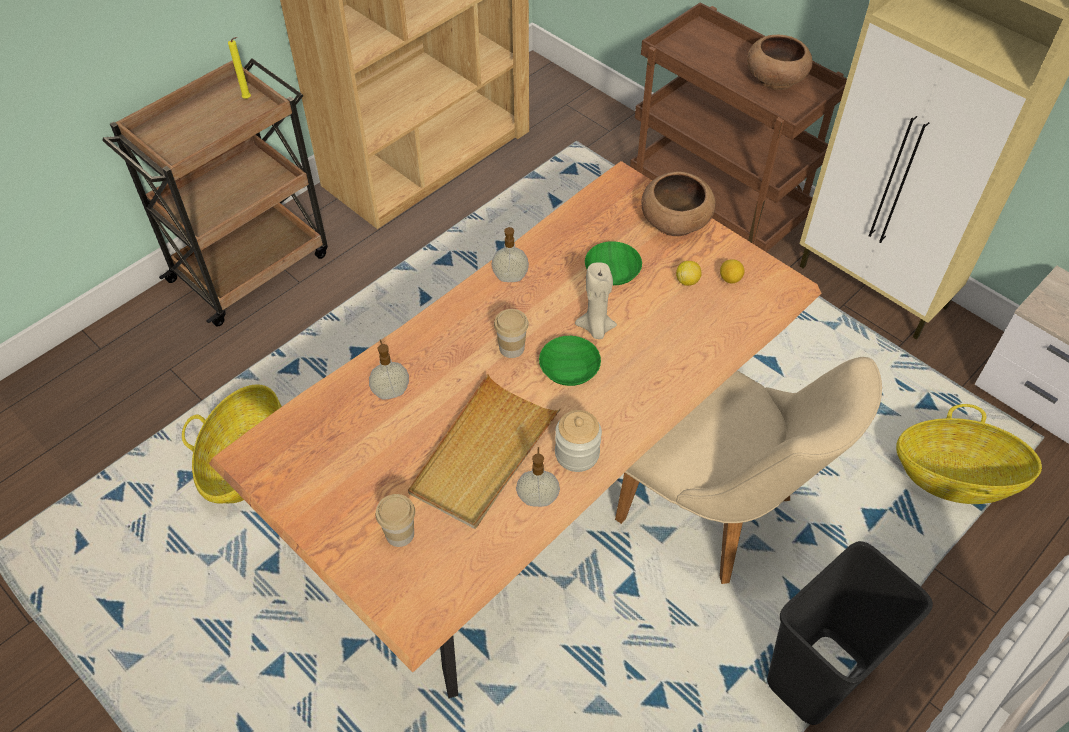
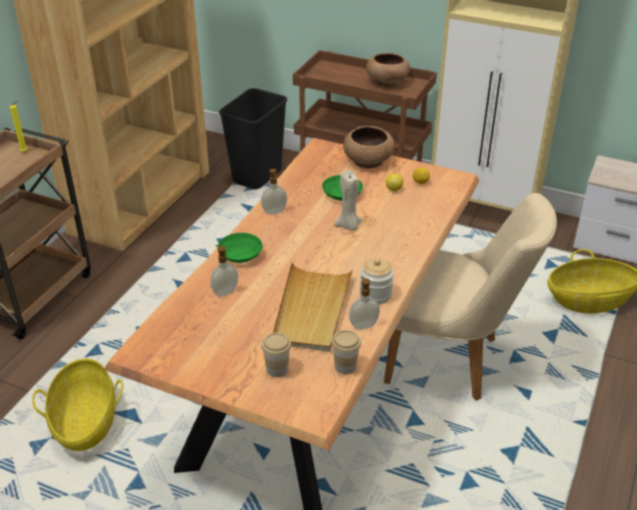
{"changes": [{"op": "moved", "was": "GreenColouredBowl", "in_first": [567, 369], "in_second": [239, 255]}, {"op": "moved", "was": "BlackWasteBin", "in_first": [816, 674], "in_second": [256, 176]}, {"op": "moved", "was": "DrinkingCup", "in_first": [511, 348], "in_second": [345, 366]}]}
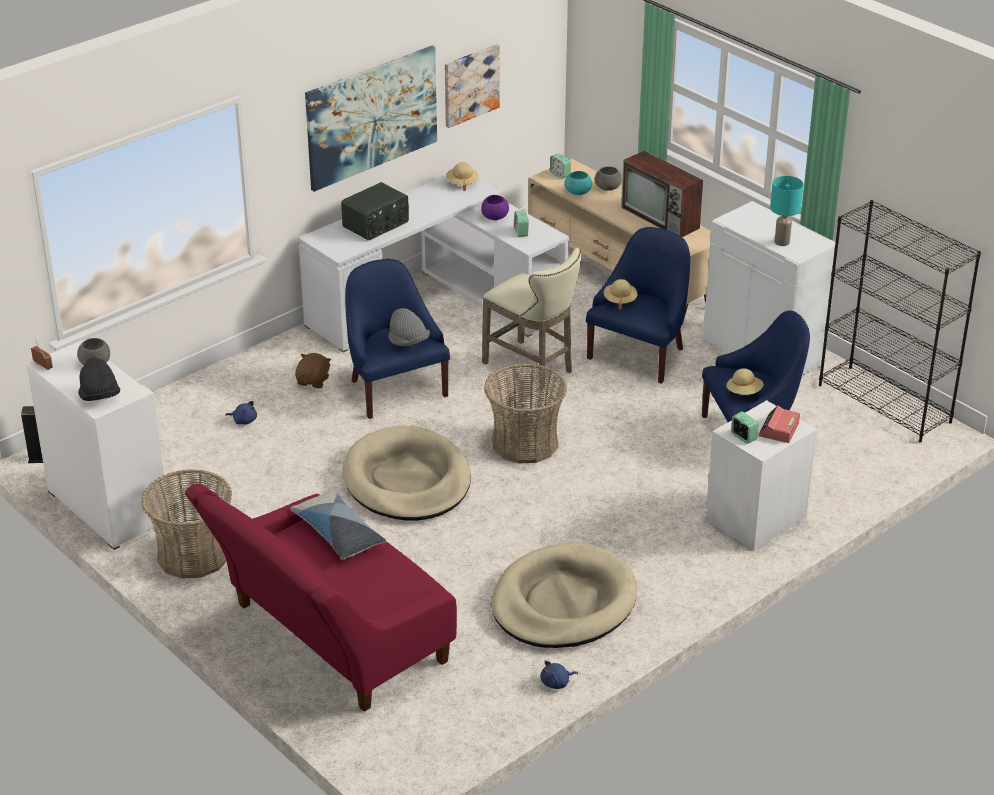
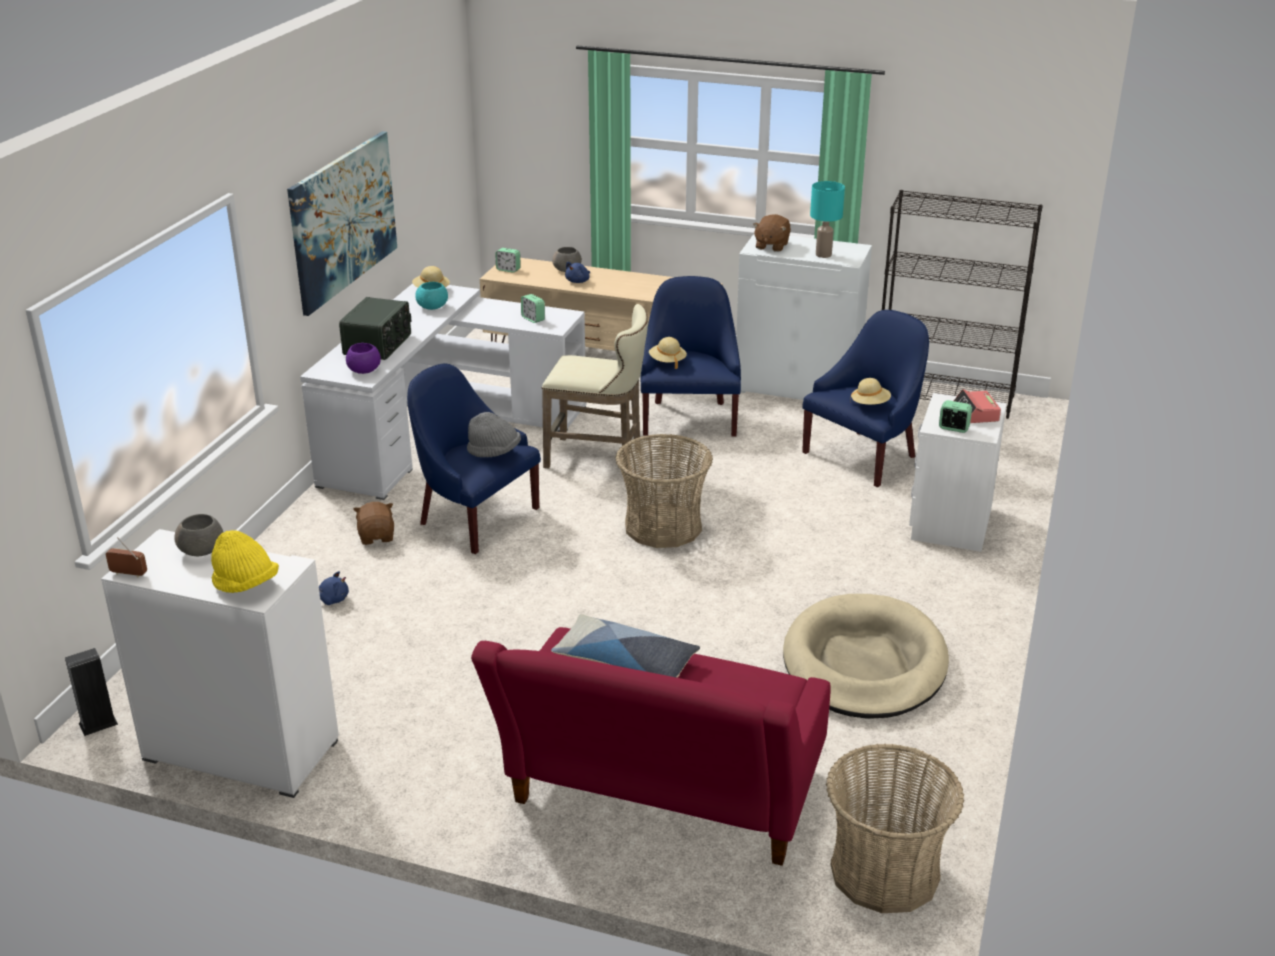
{"changes": [{"op": "recoloured", "was": "BlackHat", "now": "YellowishHat", "in_first": [99, 396], "in_second": [245, 585]}, {"op": "moved", "was": "PurpleBowl", "in_first": [494, 217], "in_second": [364, 370]}, {"op": "moved", "was": "TurquoiseColouredBowl", "in_first": [578, 192], "in_second": [433, 307]}, {"op": "moved", "was": "BlueColouredCuddlyToy", "in_first": [556, 683], "in_second": [578, 281]}, {"op": "added", "now": "BrownishCuddlyToy", "in_second": [771, 246]}, {"op": "moved", "was": "Basket", "in_first": [193, 555], "in_second": [885, 872]}, {"op": "removed", "was": "BeigeColouredDogBed", "in_first": [407, 480]}, {"op": "removed", "was": "WallPicture", "in_first": [470, 85]}, {"op": "removed", "was": "Television", "in_first": [661, 218]}]}
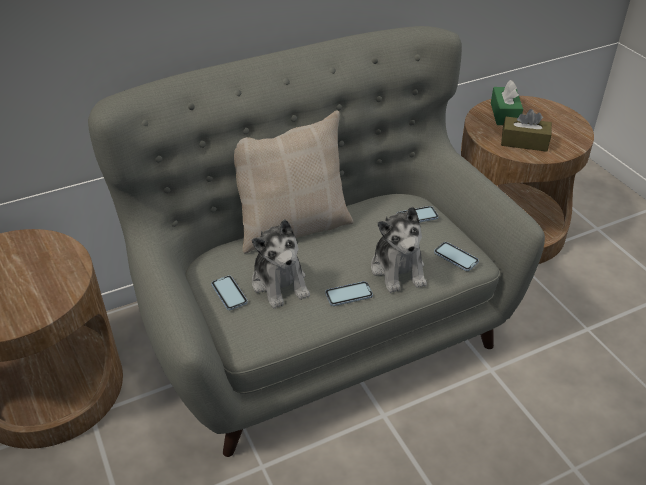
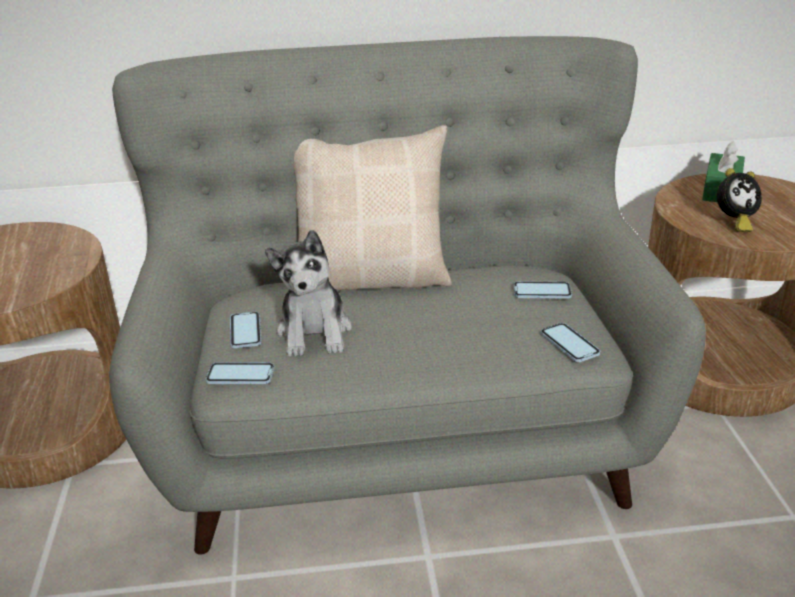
{"changes": [{"op": "moved", "was": "Handset", "in_first": [349, 295], "in_second": [240, 375]}, {"op": "replaced", "was": "BrownishTissueHolder", "now": "BedsideClock", "in_first": [524, 142], "in_second": [733, 223]}, {"op": "removed", "was": "CuddlyToy", "in_first": [398, 269]}]}
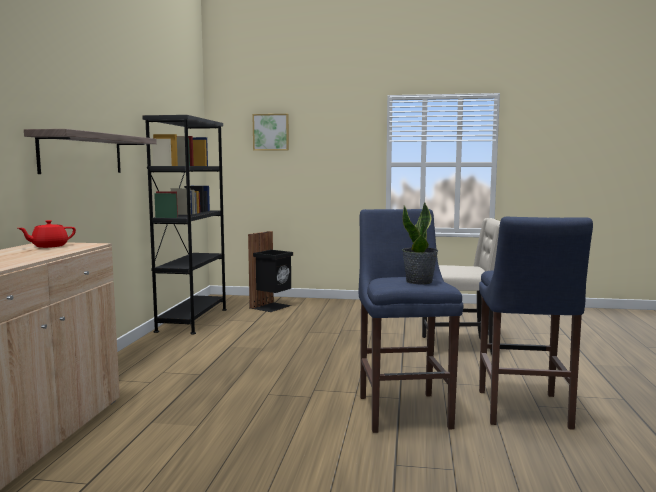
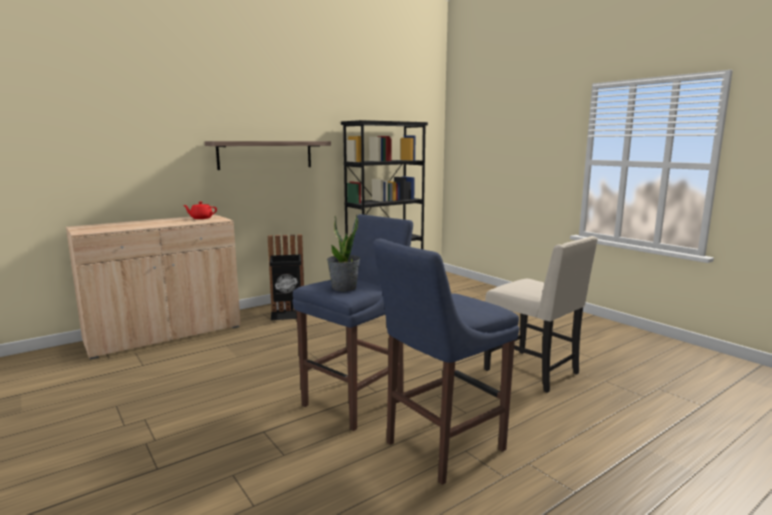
{"changes": [{"op": "moved", "was": "BlackWasteBin", "in_first": [272, 307], "in_second": [288, 315]}, {"op": "removed", "was": "WallPicture", "in_first": [271, 132]}]}
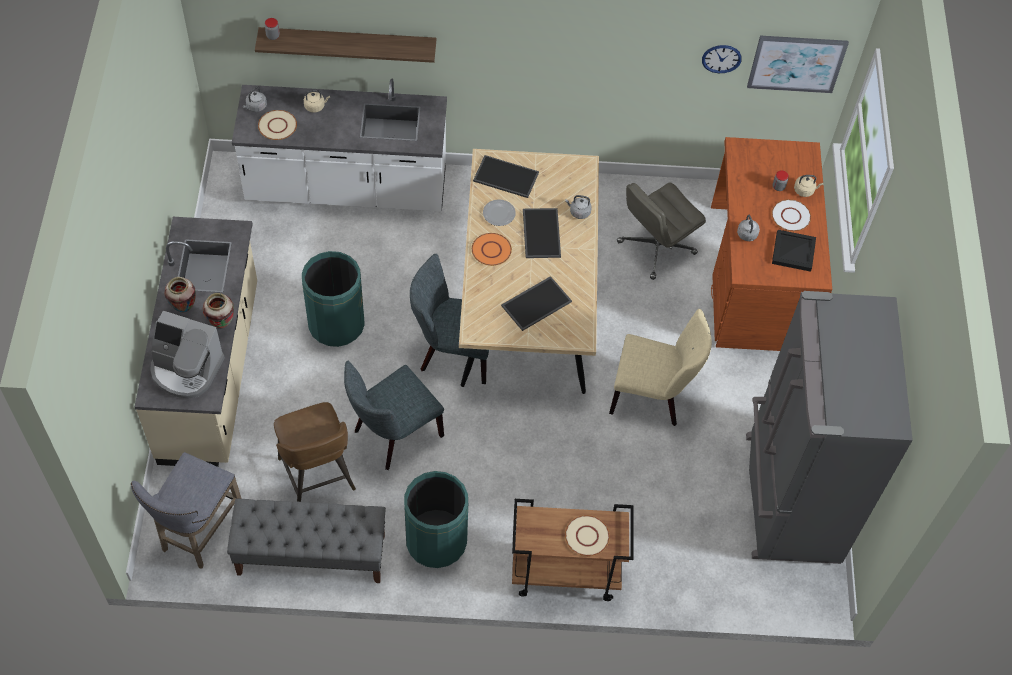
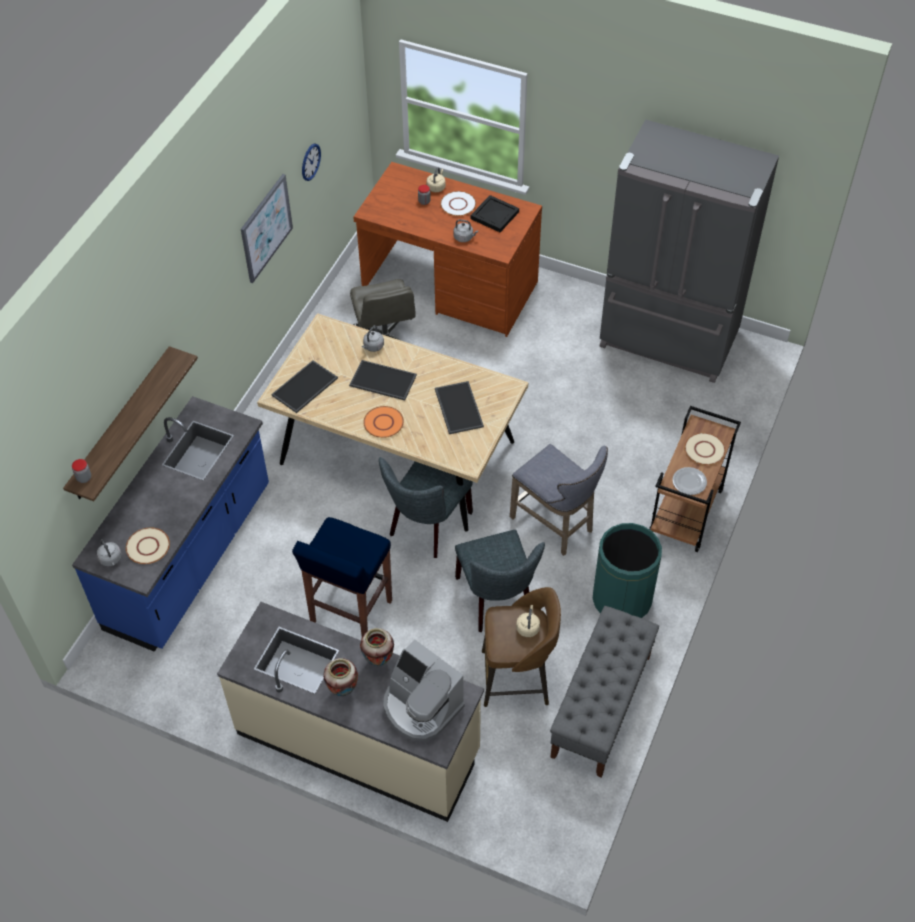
{"changes": [{"op": "recoloured", "was": "WhiteKitchenBaseUnit", "now": "BlueColouredKitchenBaseUnit", "in_first": [346, 189], "in_second": [190, 558]}, {"op": "moved", "was": "WallPicture", "in_first": [796, 63], "in_second": [266, 228]}, {"op": "replaced", "was": "GreenColouredWasteBin", "now": "BlueColouredStoolSeat", "in_first": [336, 324], "in_second": [350, 613]}, {"op": "turned", "was": "CoffeeMaker", "in_first": [186, 369], "in_second": [421, 706], "clockwise": 90}, {"op": "moved", "was": "GrayStoolSeat", "in_first": [198, 532], "in_second": [556, 525]}, {"op": "moved", "was": "BeigeColouredKettle", "in_first": [315, 106], "in_second": [528, 627]}, {"op": "moved", "was": "DinnerPlate", "in_first": [499, 213], "in_second": [688, 482]}, {"op": "removed", "was": "BeigeColouredPlainChair", "in_first": [653, 396]}]}
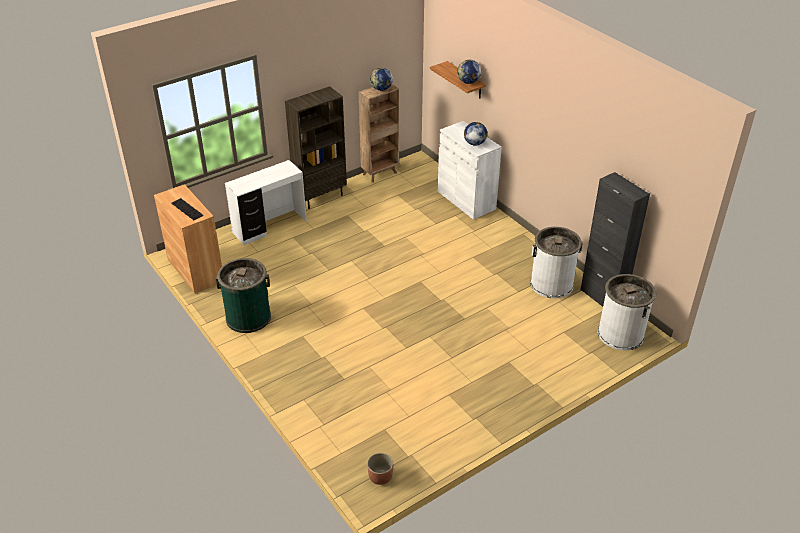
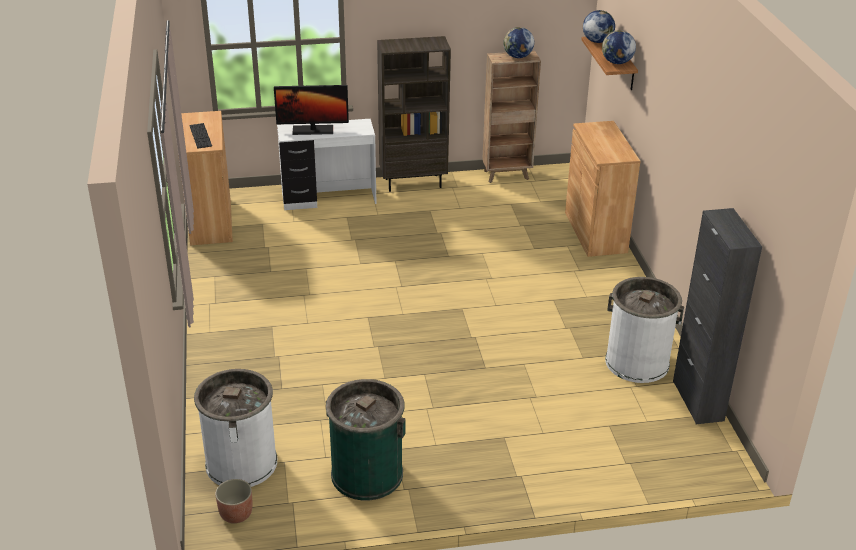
{"changes": [{"op": "moved", "was": "WhiteWasteBin", "in_first": [620, 334], "in_second": [241, 463]}, {"op": "added", "now": "Monitor", "in_second": [313, 130]}, {"op": "moved", "was": "GreenColouredWasteBin", "in_first": [248, 317], "in_second": [367, 473]}, {"op": "recoloured", "was": "WhiteStorageCabinet", "now": "BrownishStorageCabinet", "in_first": [466, 200], "in_second": [595, 232]}, {"op": "moved", "was": "DeskGlobe", "in_first": [474, 143], "in_second": [597, 41]}]}
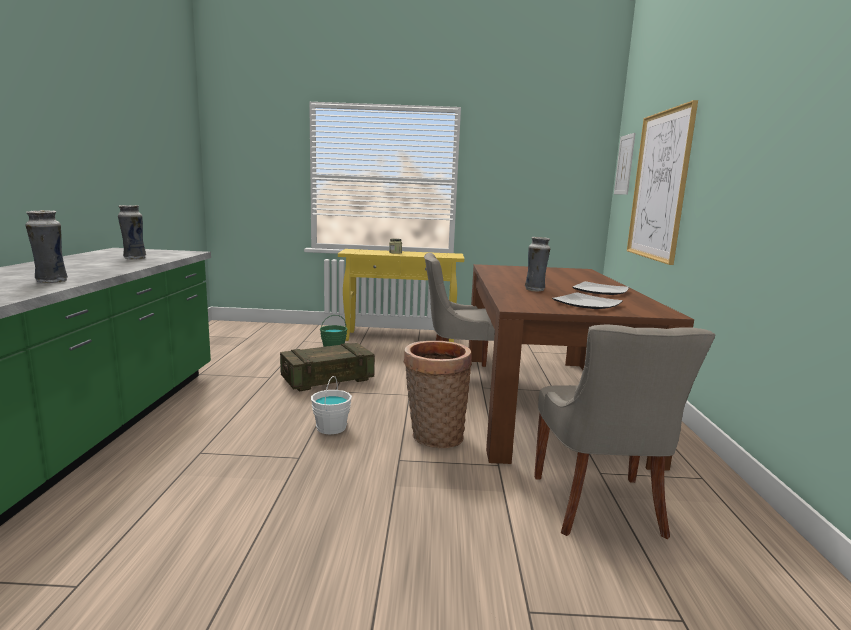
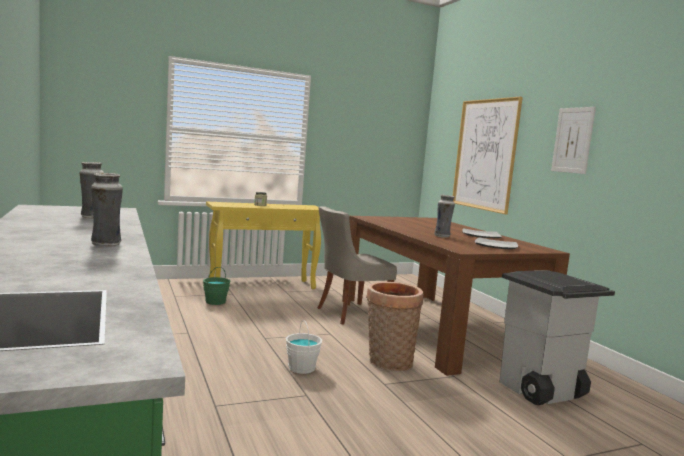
{"changes": [{"op": "replaced", "was": "GrayPlainChair", "now": "GrayWasteBin", "in_first": [599, 507], "in_second": [540, 391]}, {"op": "moved", "was": "WallPicture", "in_first": [624, 165], "in_second": [573, 140]}, {"op": "removed", "was": "PackingCrate", "in_first": [327, 379]}]}
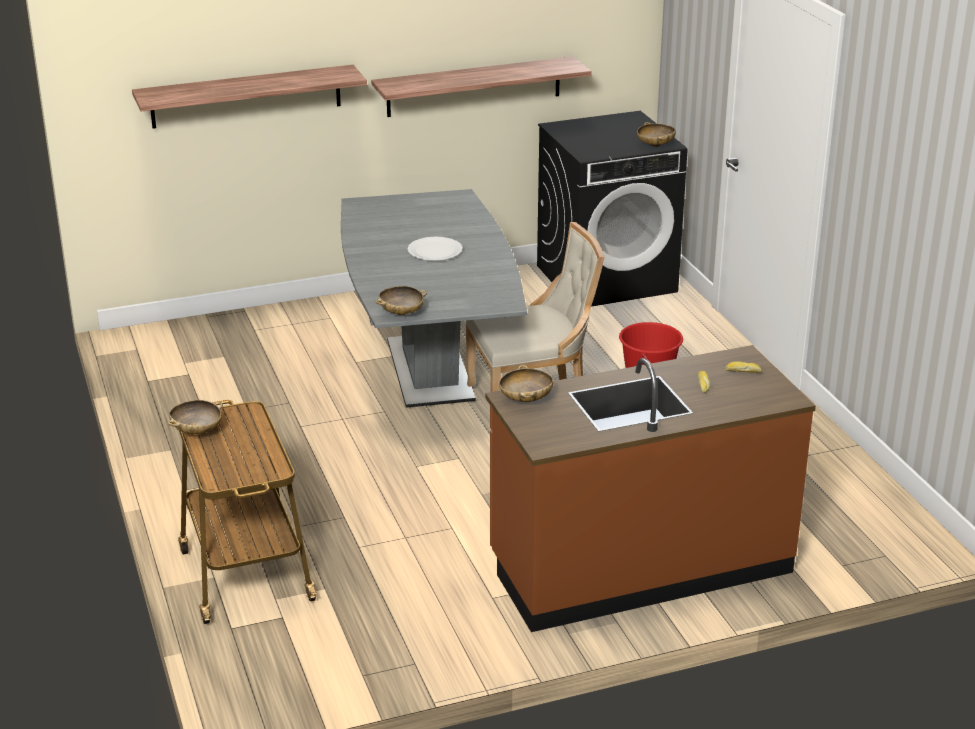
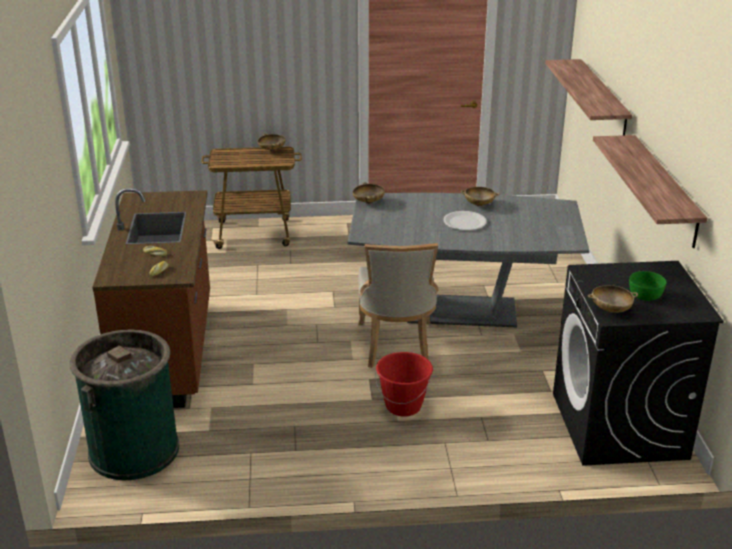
{"changes": [{"op": "added", "now": "GreenColouredWasteBin", "in_second": [134, 450]}, {"op": "moved", "was": "BeigeColouredBowl", "in_first": [525, 399], "in_second": [479, 204]}, {"op": "added", "now": "GreenColouredBowl", "in_second": [646, 295]}]}
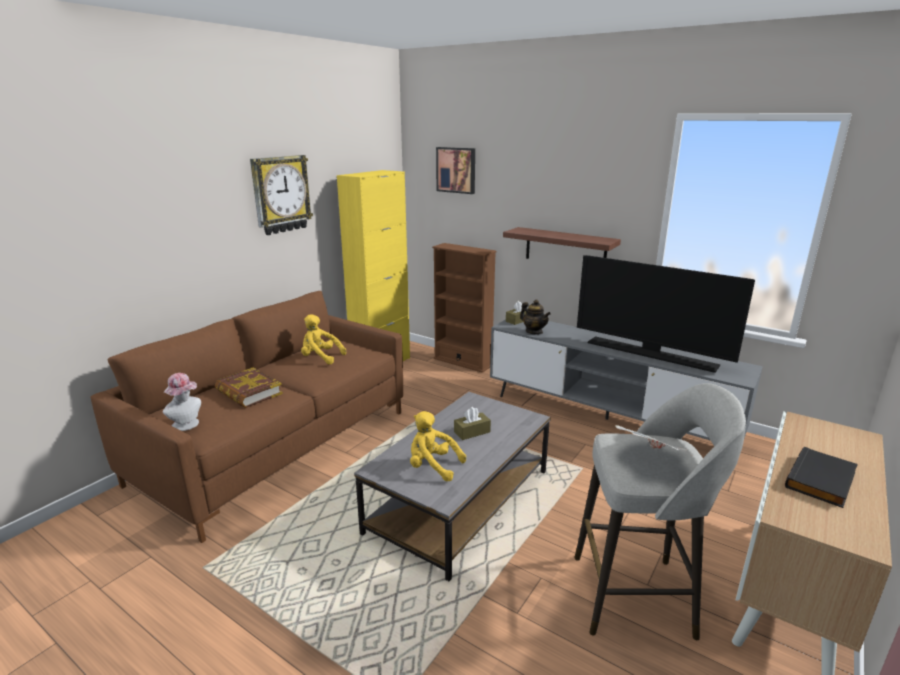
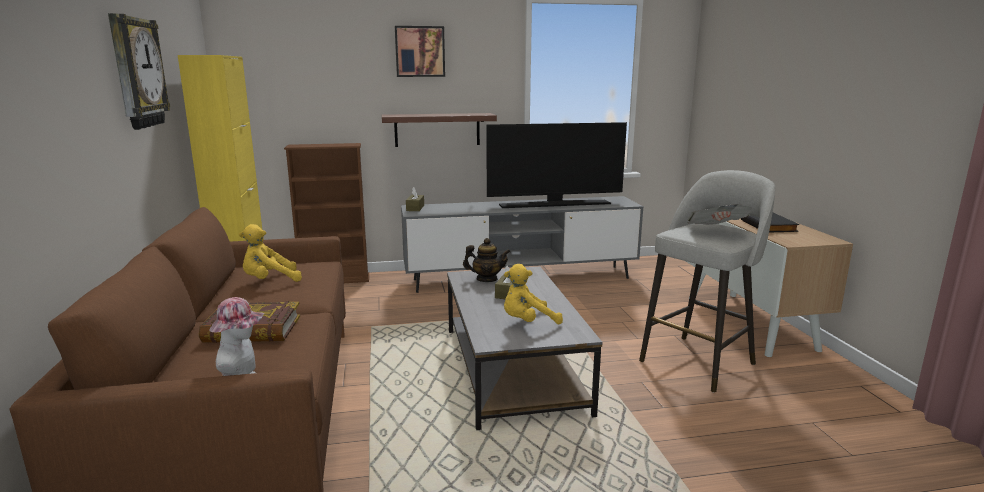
{"changes": [{"op": "moved", "was": "WallPicture", "in_first": [456, 170], "in_second": [420, 51]}, {"op": "moved", "was": "PotForTea", "in_first": [534, 332], "in_second": [486, 279]}]}
